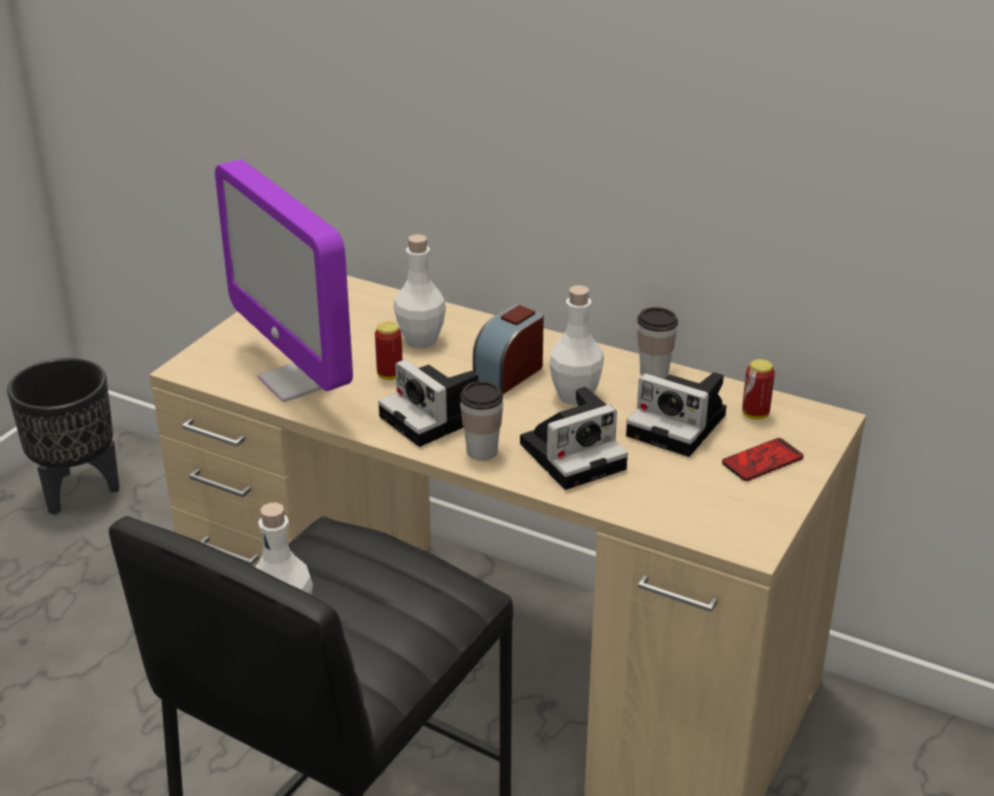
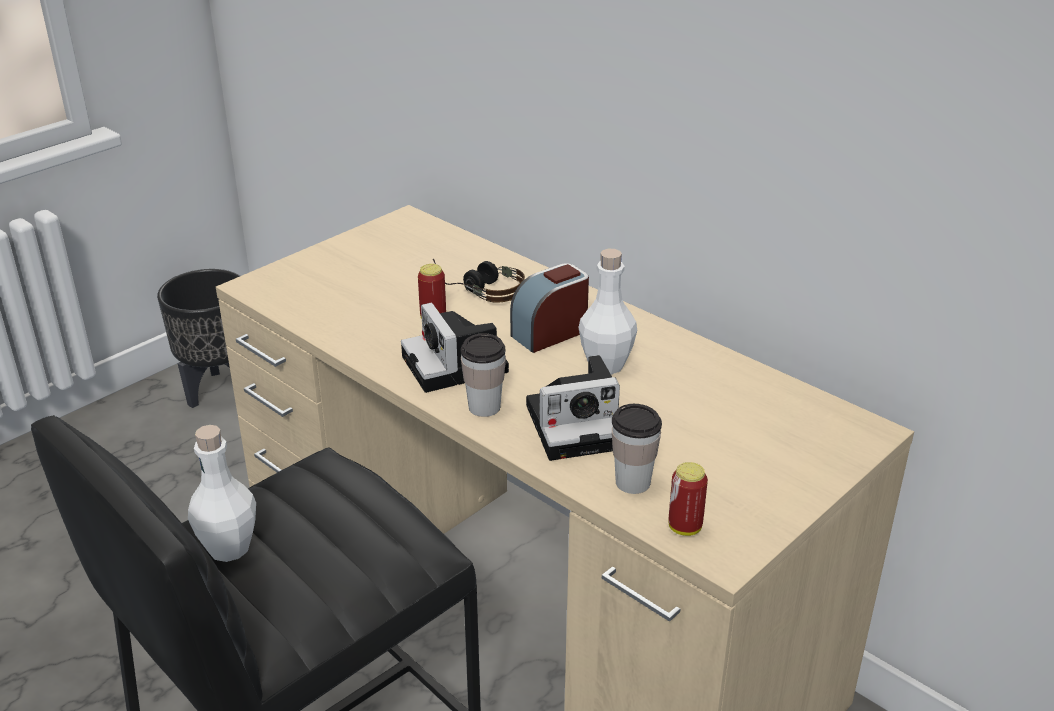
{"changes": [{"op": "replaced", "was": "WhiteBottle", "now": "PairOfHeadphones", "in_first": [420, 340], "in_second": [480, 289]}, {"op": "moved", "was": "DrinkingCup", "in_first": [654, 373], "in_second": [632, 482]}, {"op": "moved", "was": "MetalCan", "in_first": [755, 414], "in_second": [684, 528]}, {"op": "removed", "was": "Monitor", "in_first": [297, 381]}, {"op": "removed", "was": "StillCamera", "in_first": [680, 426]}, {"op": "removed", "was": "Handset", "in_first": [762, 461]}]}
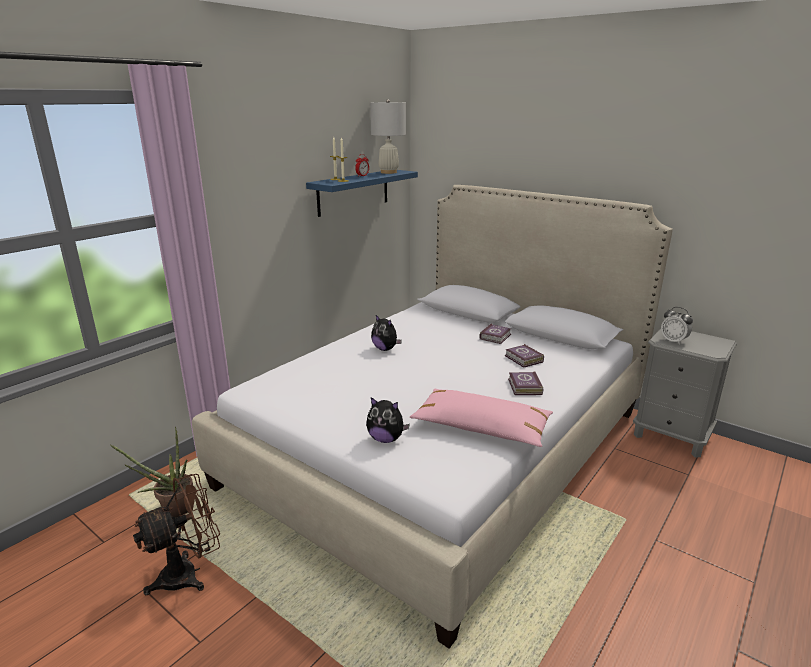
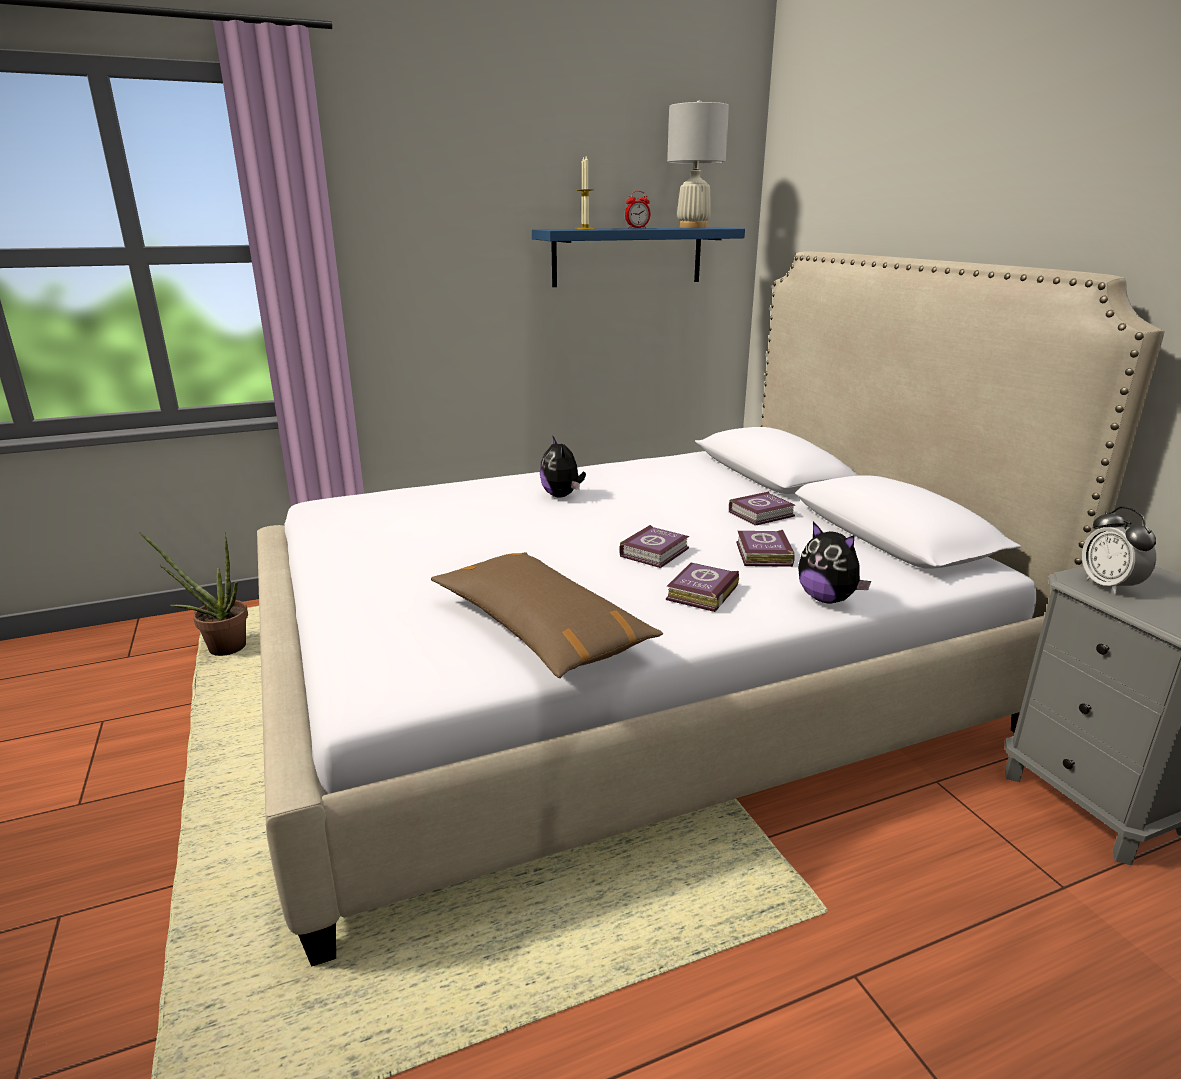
{"changes": [{"op": "recoloured", "was": "PinkThrowPillow", "now": "BrownishThrowPillow", "in_first": [481, 427], "in_second": [540, 629]}, {"op": "added", "now": "BoundBook", "in_second": [656, 552]}, {"op": "moved", "was": "CuddlyToy", "in_first": [386, 439], "in_second": [827, 599]}, {"op": "removed", "was": "BrownishElectricFan", "in_first": [189, 574]}]}
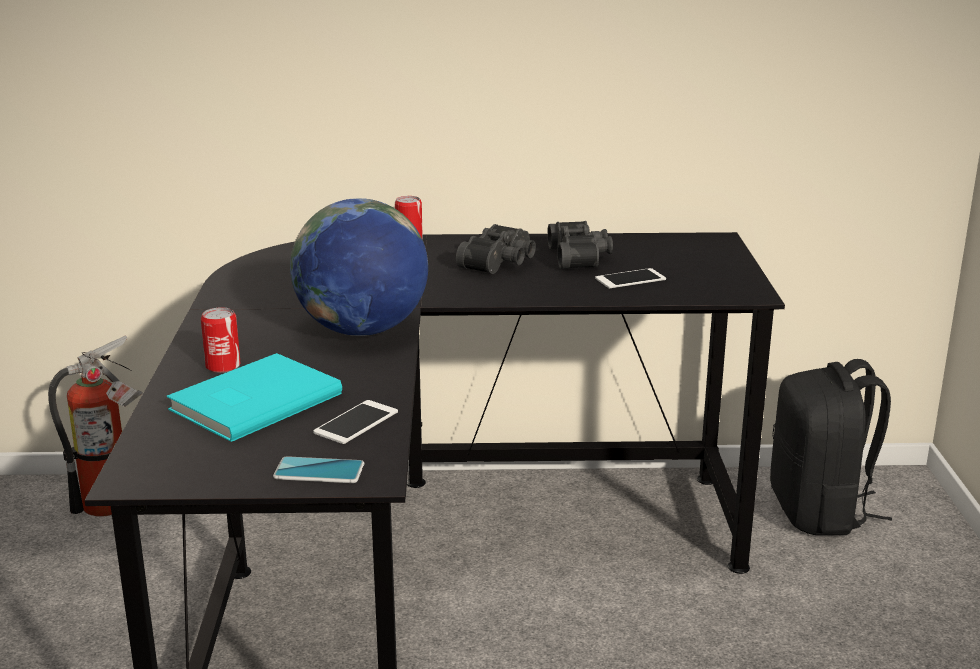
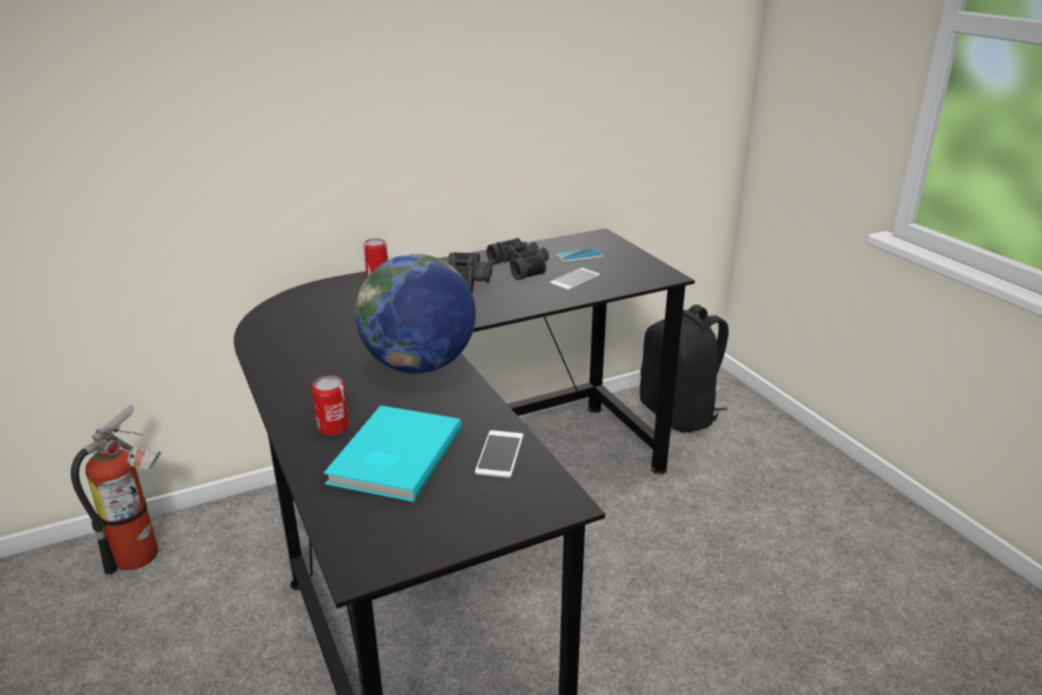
{"changes": [{"op": "moved", "was": "Handset", "in_first": [319, 471], "in_second": [579, 256]}]}
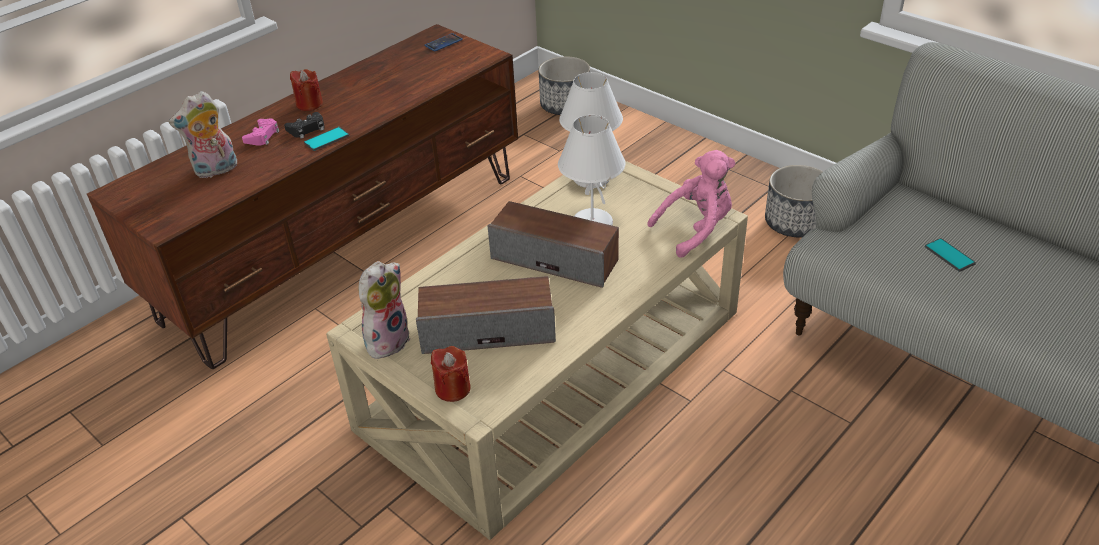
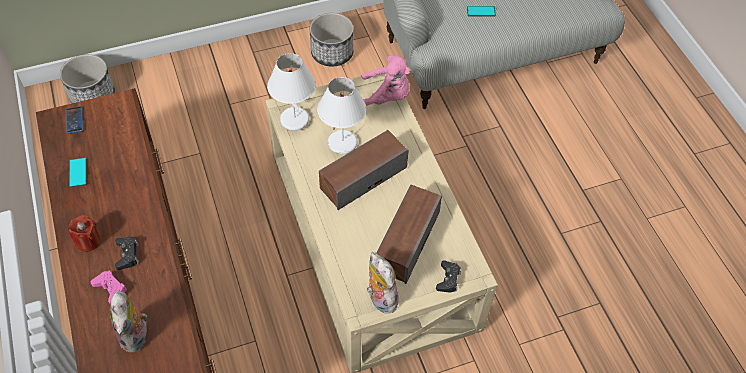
{"changes": [{"op": "moved", "was": "Handset", "in_first": [326, 139], "in_second": [78, 172]}, {"op": "turned", "was": "PinkCuddlyToy", "in_first": [696, 229], "in_second": [385, 97], "clockwise": 105}, {"op": "replaced", "was": "RedWaxLight", "now": "BlackGameController", "in_first": [452, 388], "in_second": [448, 279]}]}
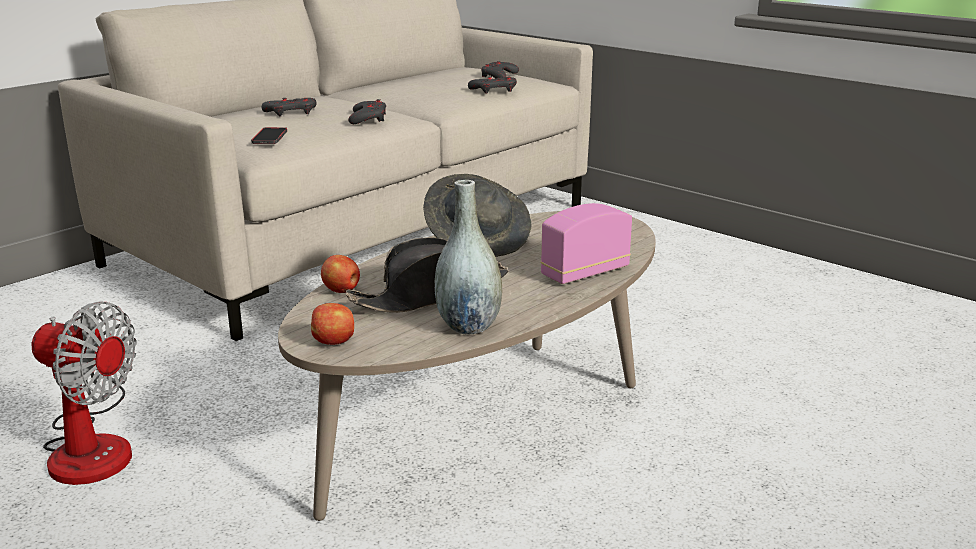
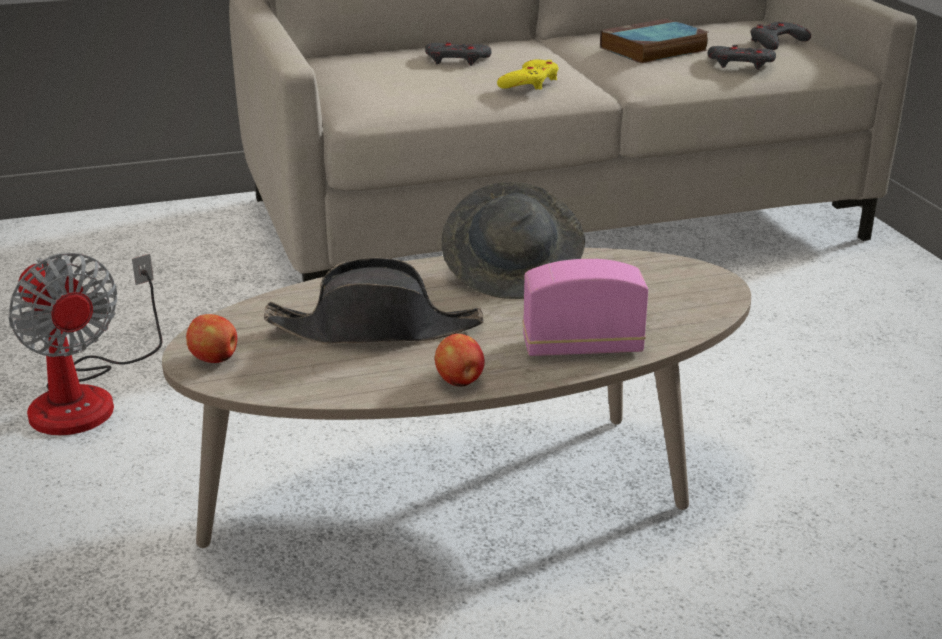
{"changes": [{"op": "moved", "was": "AppleFruit", "in_first": [342, 291], "in_second": [460, 381]}, {"op": "recoloured", "was": "GrayGameController", "now": "YellowishGameController", "in_first": [368, 118], "in_second": [530, 82]}, {"op": "added", "now": "BoundBook", "in_second": [652, 49]}, {"op": "removed", "was": "Handset", "in_first": [270, 138]}, {"op": "removed", "was": "GrayDecorativeVase", "in_first": [468, 326]}]}
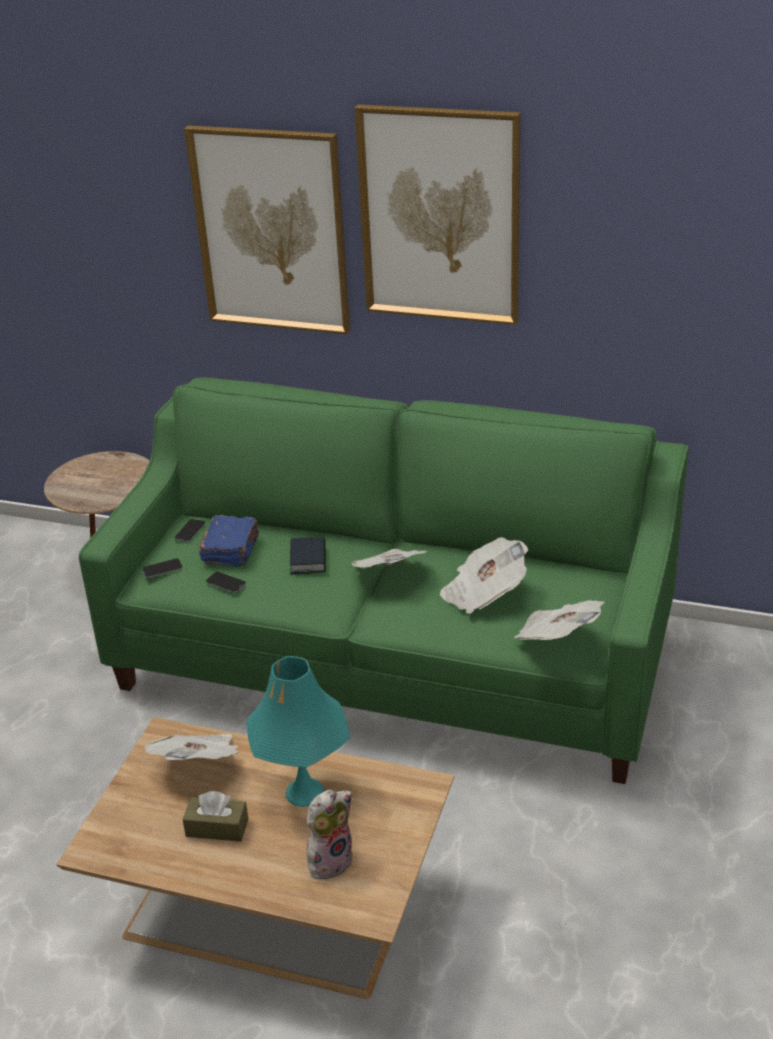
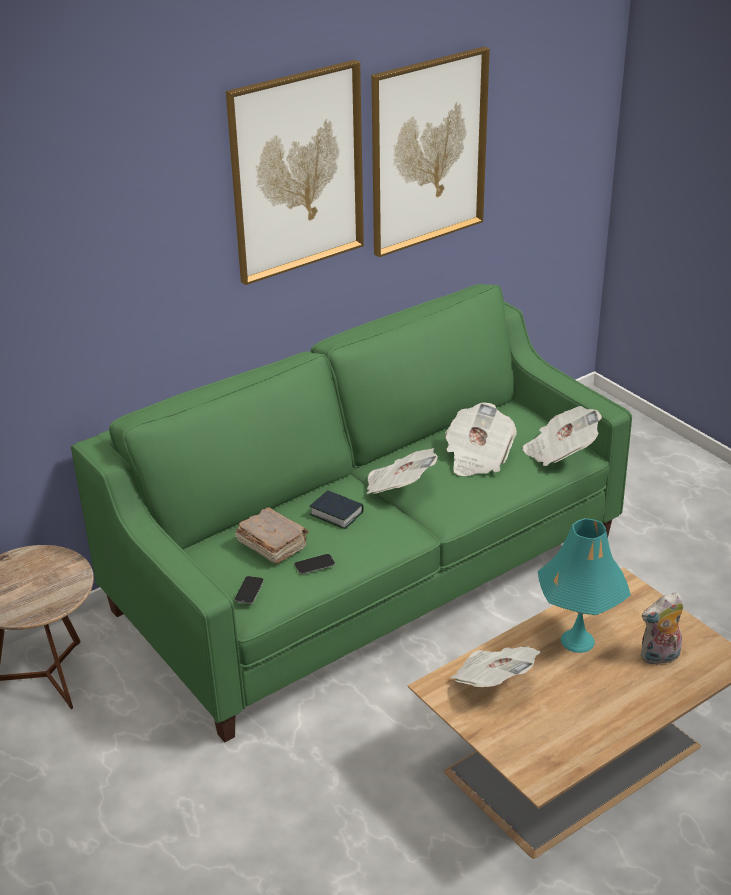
{"changes": [{"op": "recoloured", "was": "BlueColouredBoundBook", "now": "BrownishBoundBook", "in_first": [231, 550], "in_second": [272, 545]}, {"op": "moved", "was": "WallPicture", "in_first": [271, 230], "in_second": [428, 151]}, {"op": "turned", "was": "CuddlyToy", "in_first": [330, 860], "in_second": [659, 657], "clockwise": -105}, {"op": "removed", "was": "Handset", "in_first": [190, 531]}, {"op": "removed", "was": "BrownishTissueHolder", "in_first": [217, 828]}]}
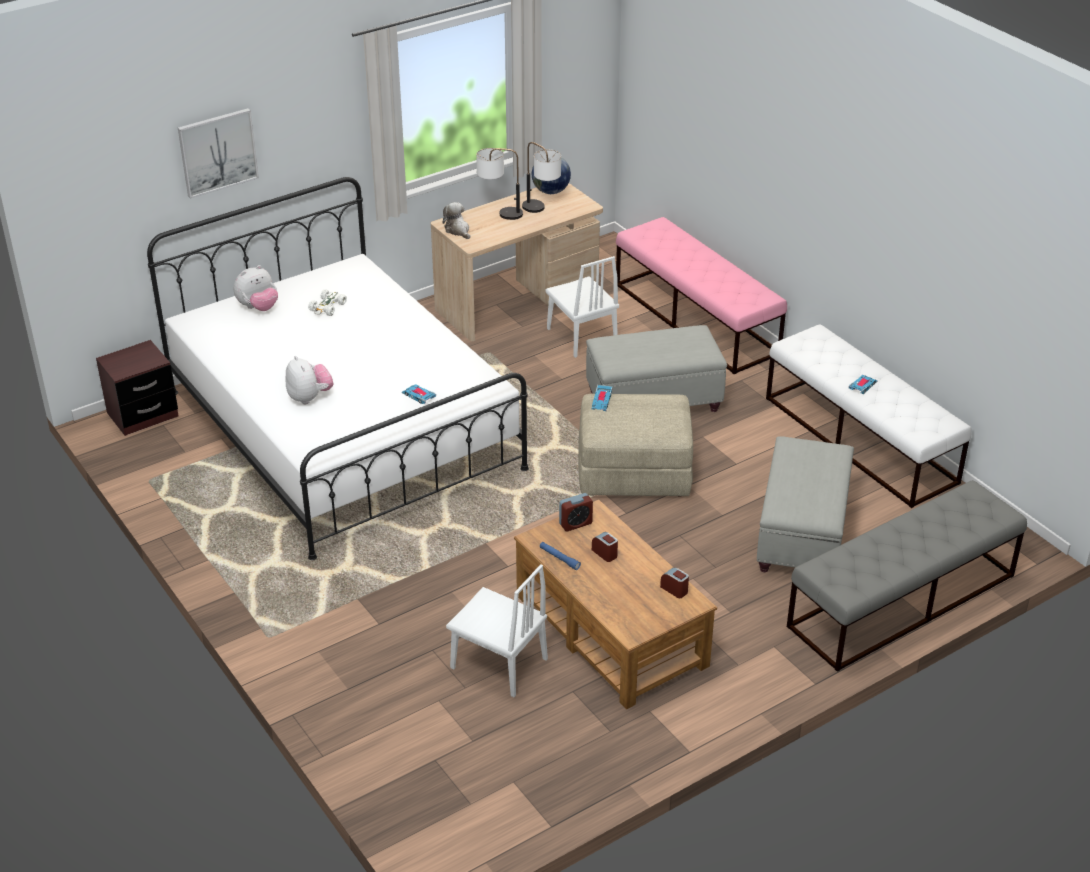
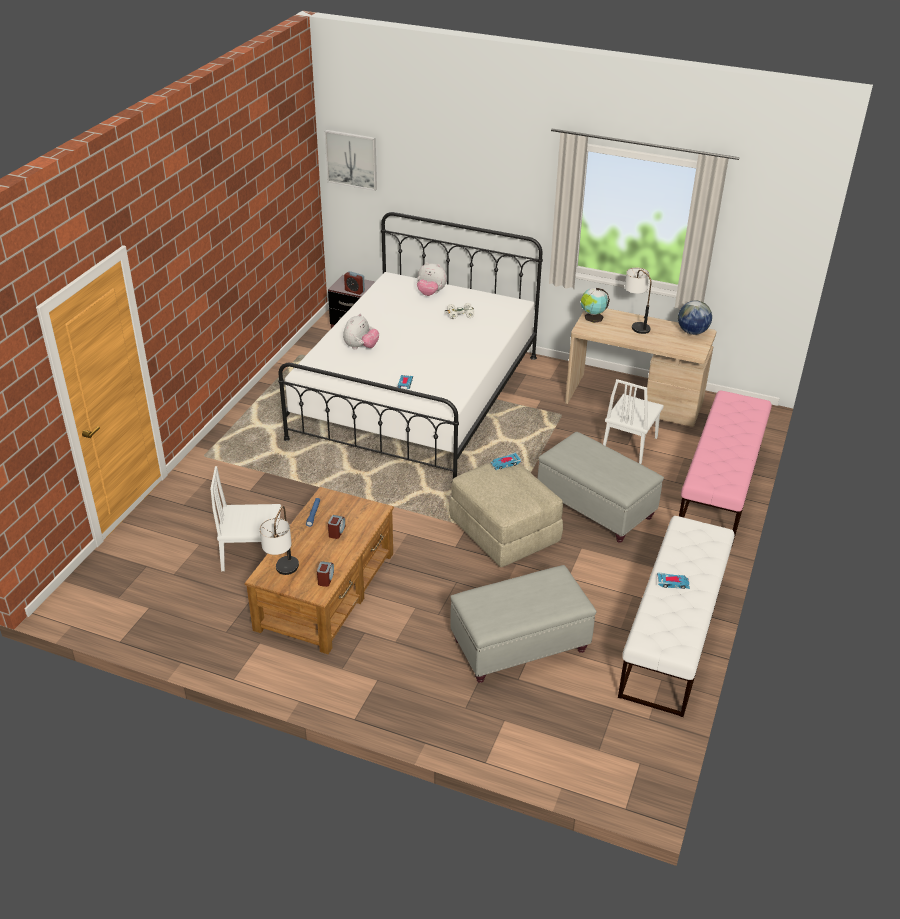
{"changes": [{"op": "turned", "was": "WhitePlainChair", "in_first": [498, 663], "in_second": [253, 554], "clockwise": 90}, {"op": "moved", "was": "TabletopLamp", "in_first": [541, 211], "in_second": [283, 574]}, {"op": "moved", "was": "WallPicture", "in_first": [217, 152], "in_second": [351, 159]}, {"op": "moved", "was": "BedsideClock", "in_first": [575, 524], "in_second": [354, 291]}, {"op": "replaced", "was": "CuddlyToy", "now": "DeskGlobe", "in_first": [458, 230], "in_second": [592, 317]}, {"op": "removed", "was": "GrayLongSeat", "in_first": [901, 601]}]}
